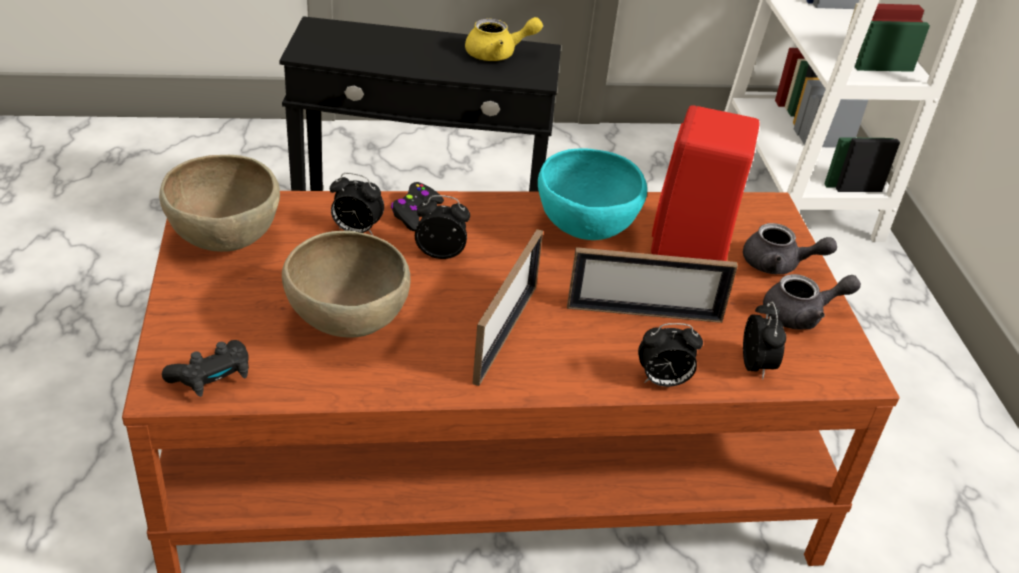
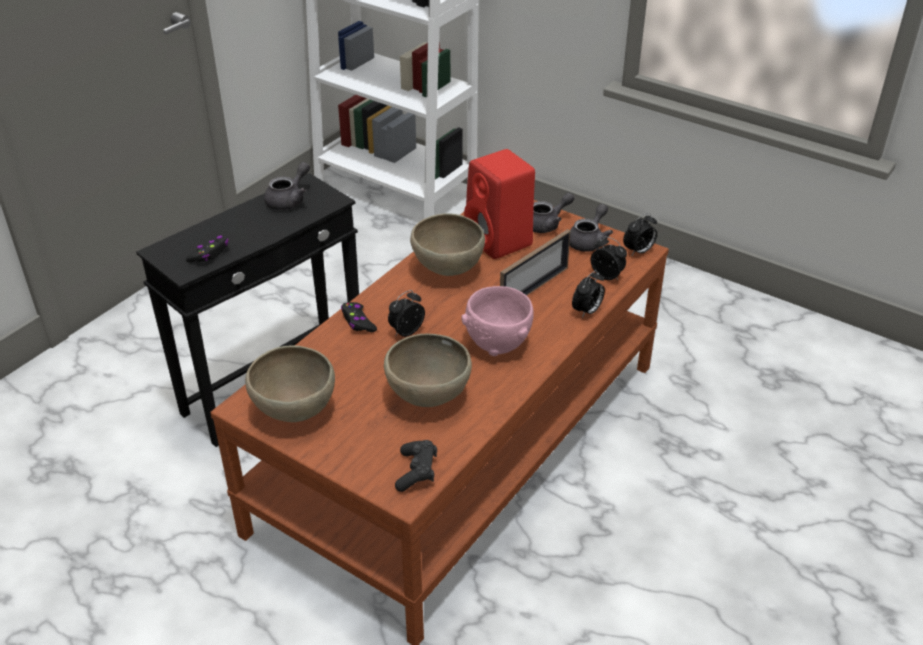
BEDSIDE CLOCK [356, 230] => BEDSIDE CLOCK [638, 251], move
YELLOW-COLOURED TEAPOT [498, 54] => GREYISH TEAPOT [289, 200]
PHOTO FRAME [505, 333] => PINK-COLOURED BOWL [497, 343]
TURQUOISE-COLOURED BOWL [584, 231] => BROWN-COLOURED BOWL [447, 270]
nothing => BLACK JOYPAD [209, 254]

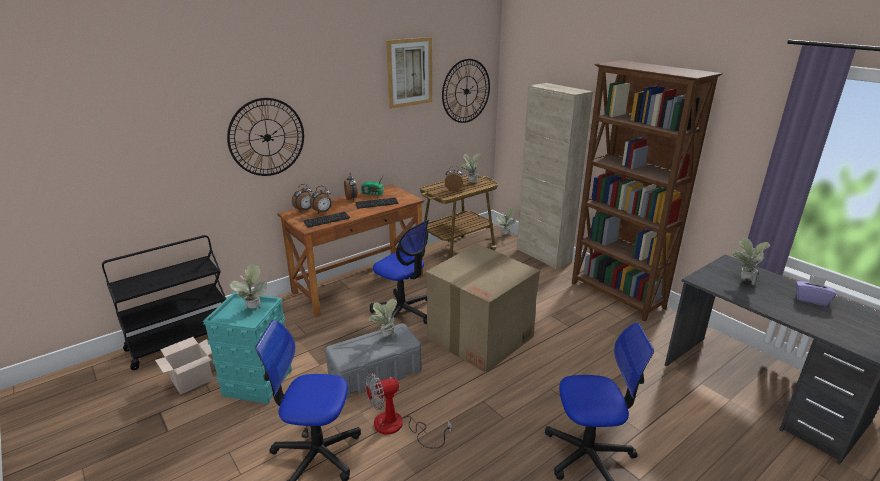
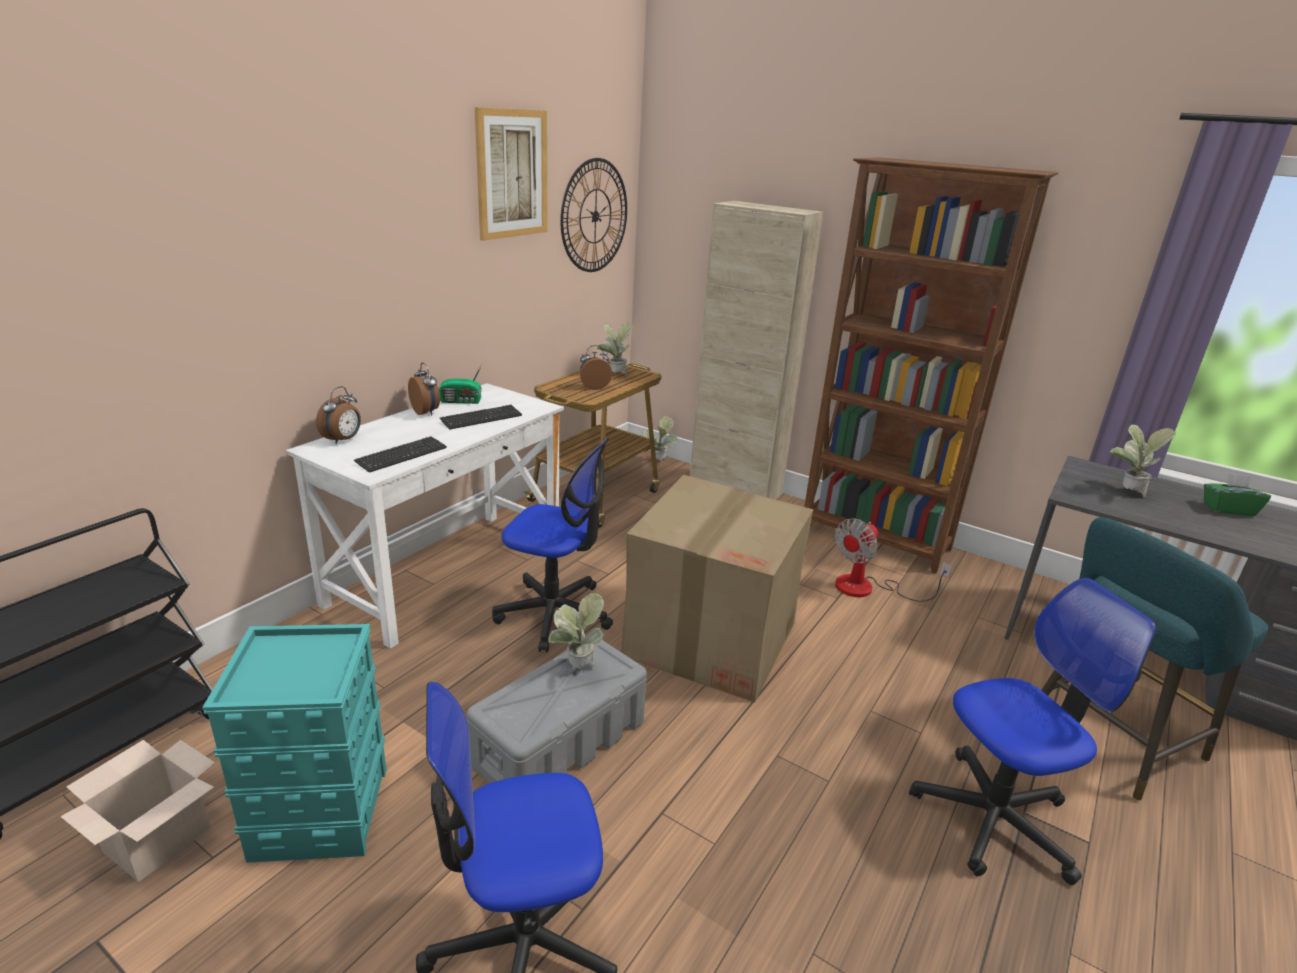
WALL CLOCK [267, 137] => nothing
PLANT IN A POT [253, 310] => nothing
BROWN-COLOURED DESK TABLE [358, 284] => WHITE DESK TABLE [447, 573]
BEDSIDE CLOCK [322, 212] => nothing
COOLING FAN [398, 427] => COOLING FAN [868, 588], move
PURPLE TISSUE HOLDER [810, 299] => GREEN-COLOURED TISSUE HOLDER [1228, 509]
nothing => TURQUOISE-COLOURED STOOL [1107, 741]

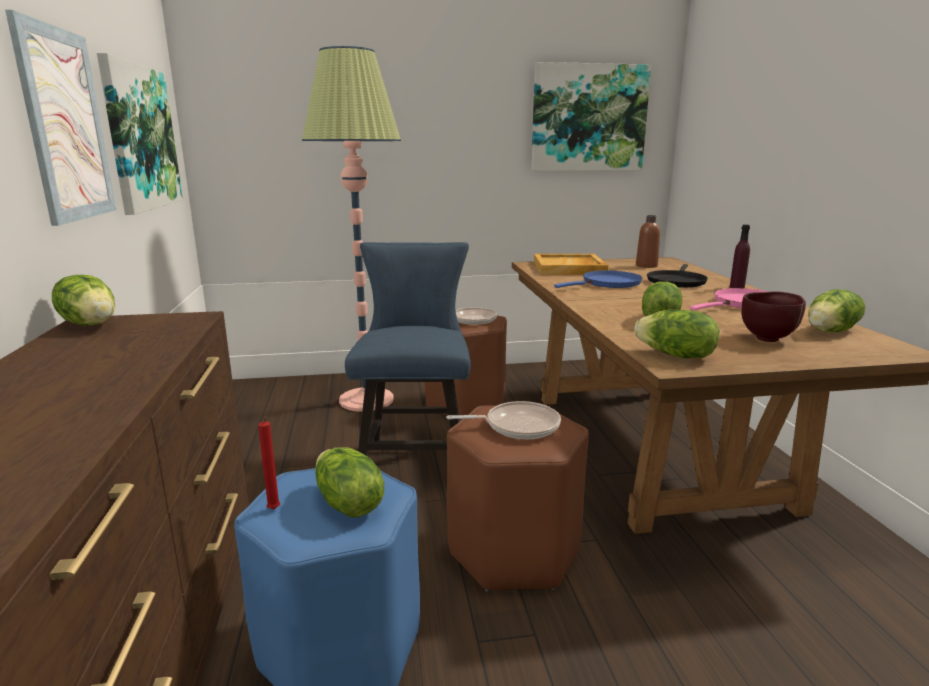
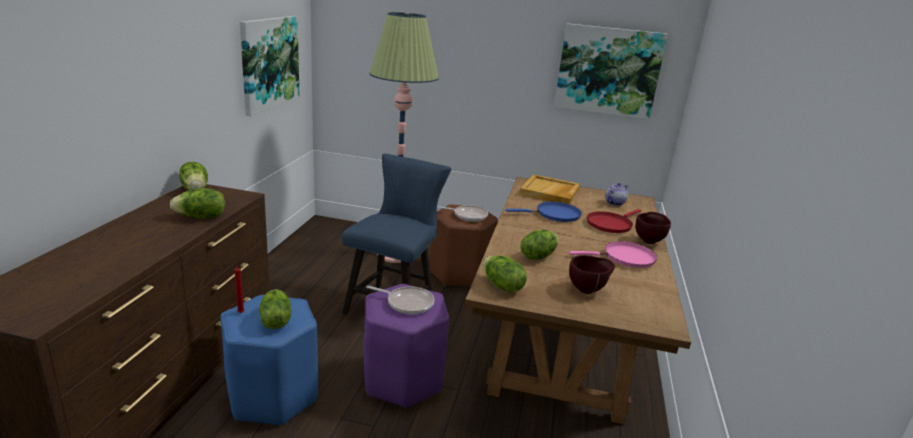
PICTURE [66, 125] => nothing
BROWN-COLOURED STOOL [513, 551] => PURPLE STOOL [402, 379]
BROWN-COLOURED BEVERAGE BOTTLE [646, 266] => TEAPOT [614, 203]
BLACK SKILLET [676, 281] => REDDISH SKILLET [610, 224]
PURPLE BEVERAGE BOTTLE [737, 287] => BROWN-COLOURED BOWL [649, 241]
LETTUCE HEAD [831, 331] => LETTUCE HEAD [201, 217], move

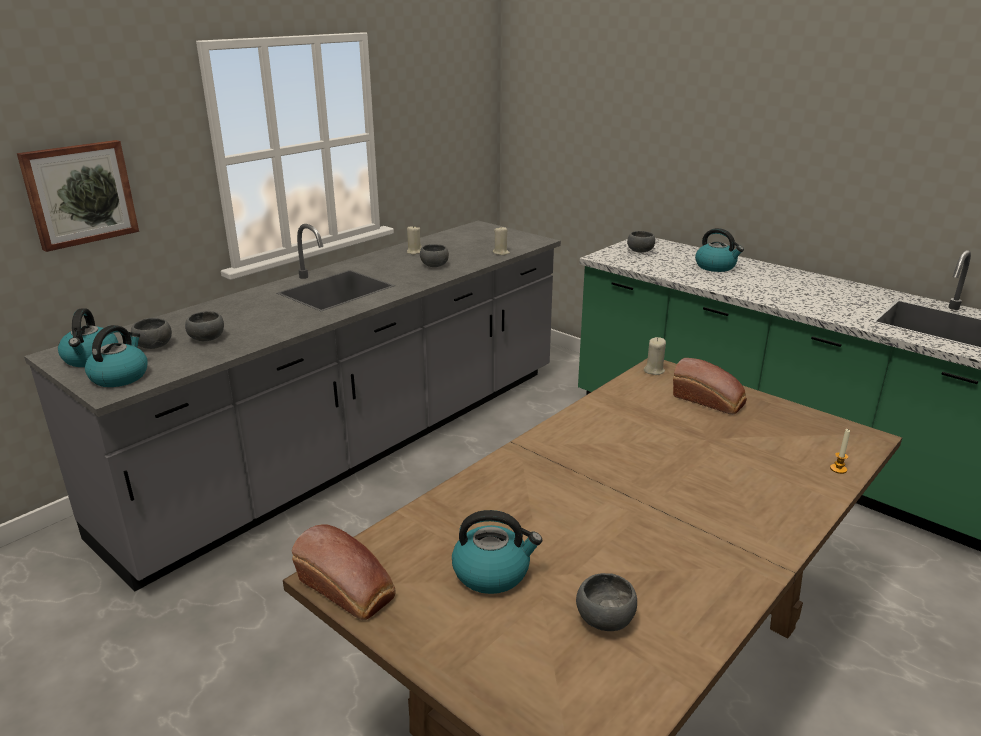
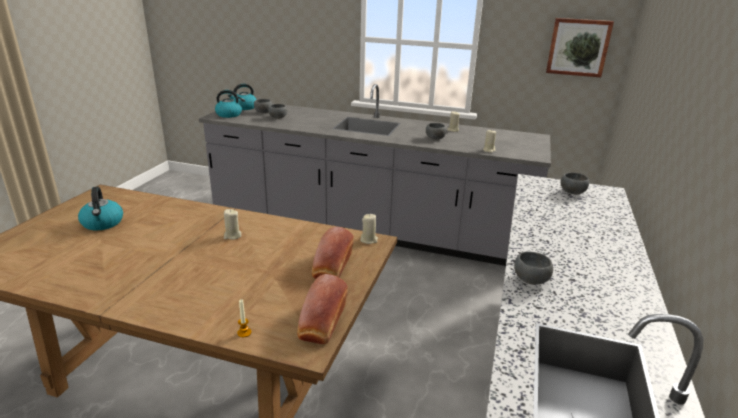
PICTURE [79, 194] => PICTURE [578, 47], move
BAKERY BREAD [348, 590] => BAKERY BREAD [322, 323], move
GREYISH BOWL [606, 621] => GREYISH BOWL [530, 280], move
WATER KETTLE [716, 267] => nothing
nothing => BEIGE-COLOURED WAX CANDLE [232, 236]

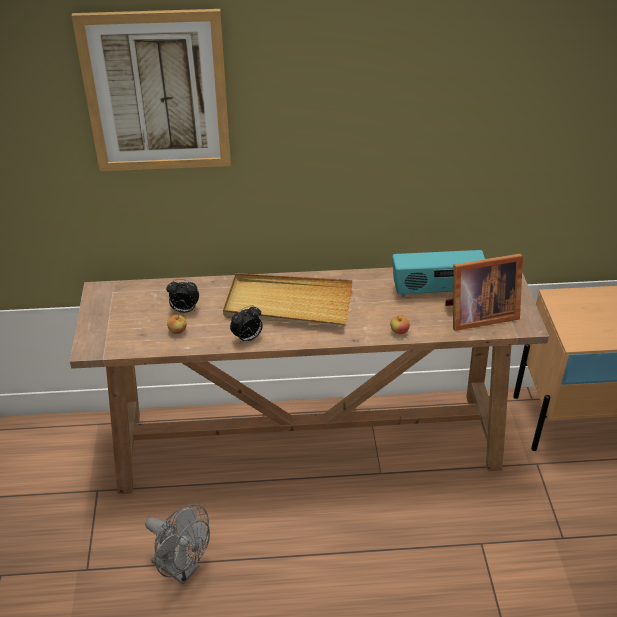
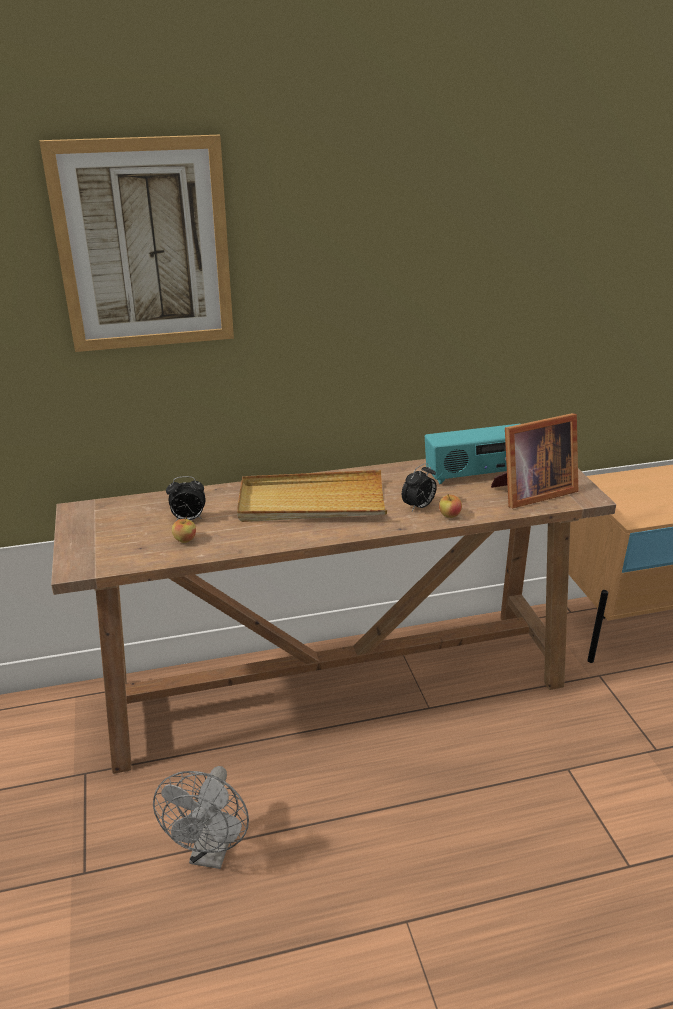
GREYISH COOLING FAN [181, 568] => GREYISH COOLING FAN [211, 852], 75 degrees clockwise
BEDSIDE CLOCK [247, 338] => BEDSIDE CLOCK [418, 507], move

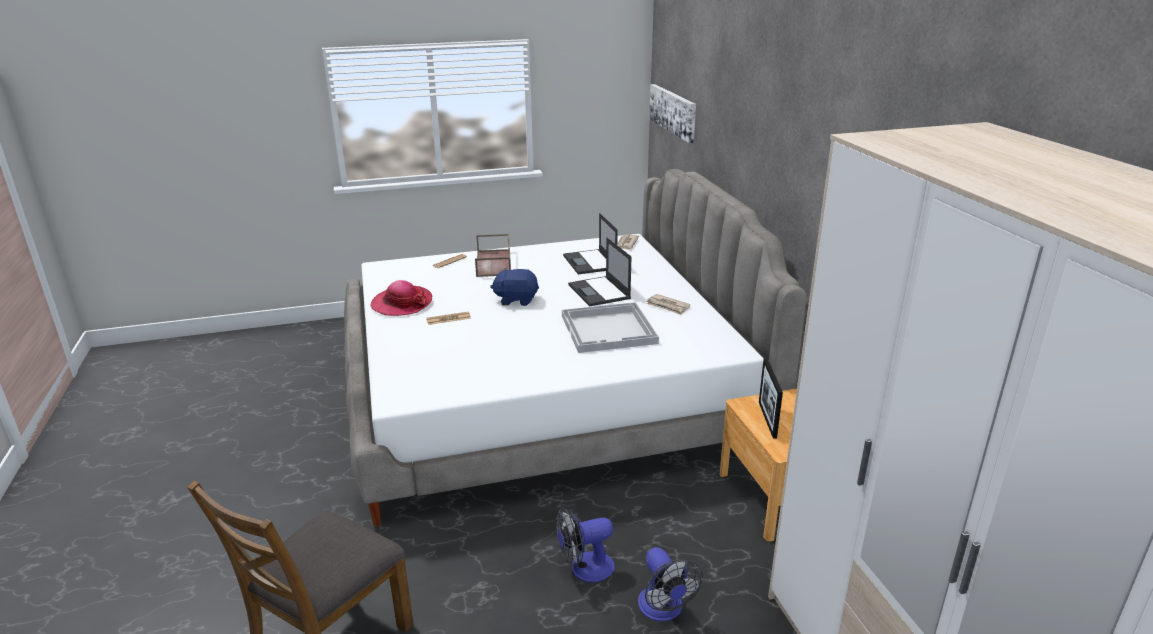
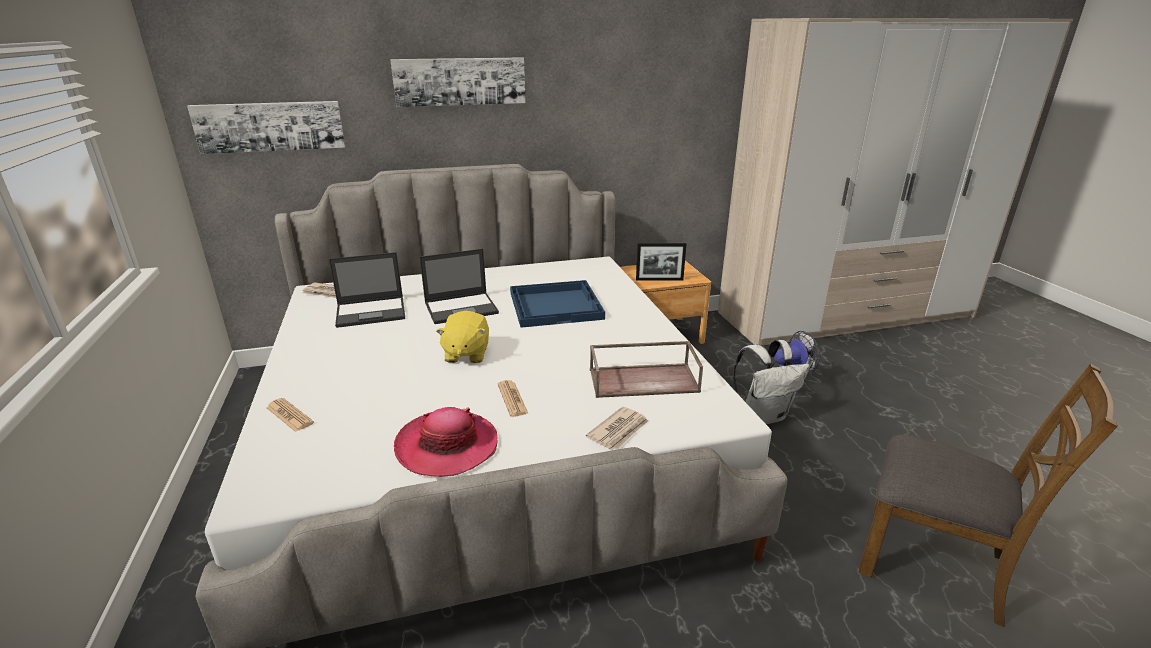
BROWN-COLOURED CARRYING TRAY [494, 263] => BROWN-COLOURED CARRYING TRAY [644, 380], move
BLUISH CUDDLY TOY [516, 300] => YELLOW-COLOURED CUDDLY TOY [466, 354]
COOLING FAN [584, 569] => WHITE BACKPACK [763, 415]
WHITE CARRYING TRAY [609, 330] => BLUISH CARRYING TRAY [556, 305]
NEWSPAPER [667, 306] => NEWSPAPER [619, 431], move
nothing => PICTURE [460, 81]

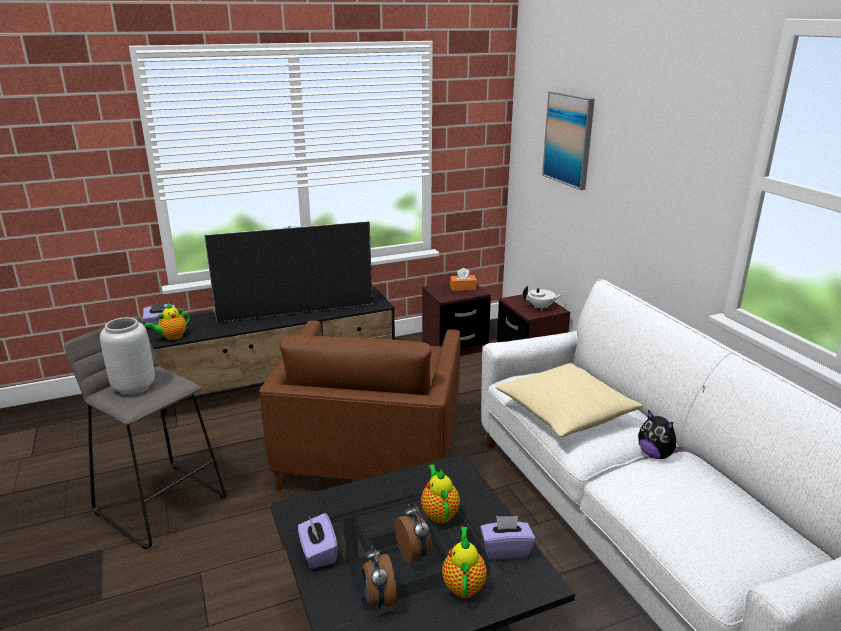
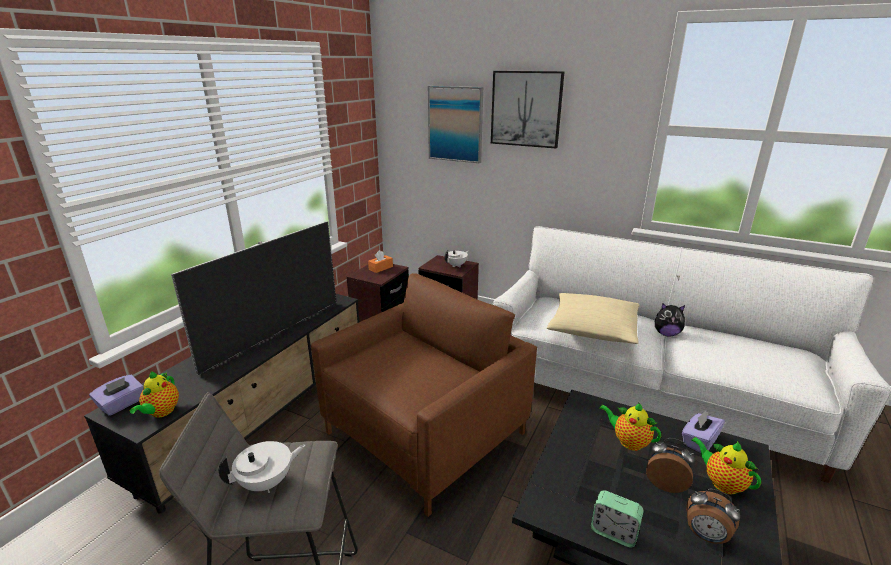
GREYISH DECORATIVE VASE [134, 388] => WHITE TEAPOT [267, 482]
BROWN-COLOURED ARMCHAIR [370, 451] => BROWN-COLOURED ARMCHAIR [426, 433], 105 degrees counterclockwise
PURPLE TISSUE HOLDER [318, 553] => BEDSIDE CLOCK [613, 532]
nothing => PICTURE [526, 109]

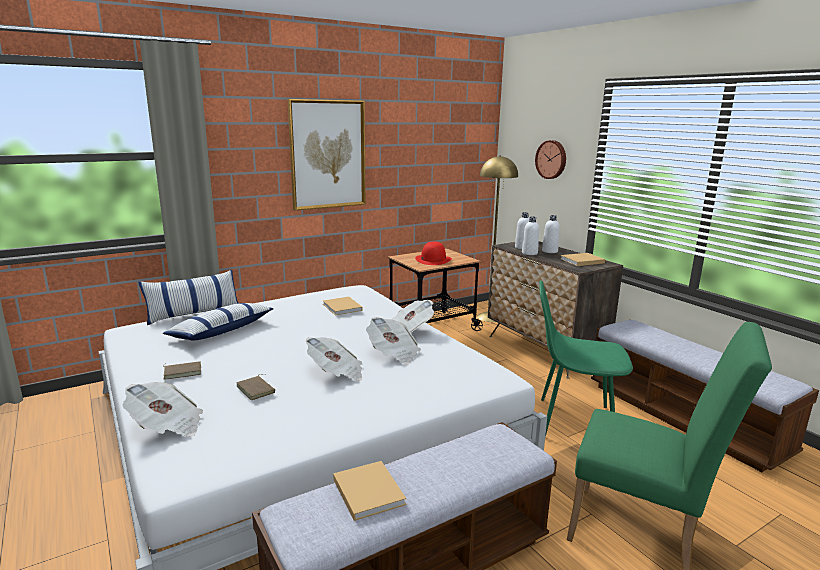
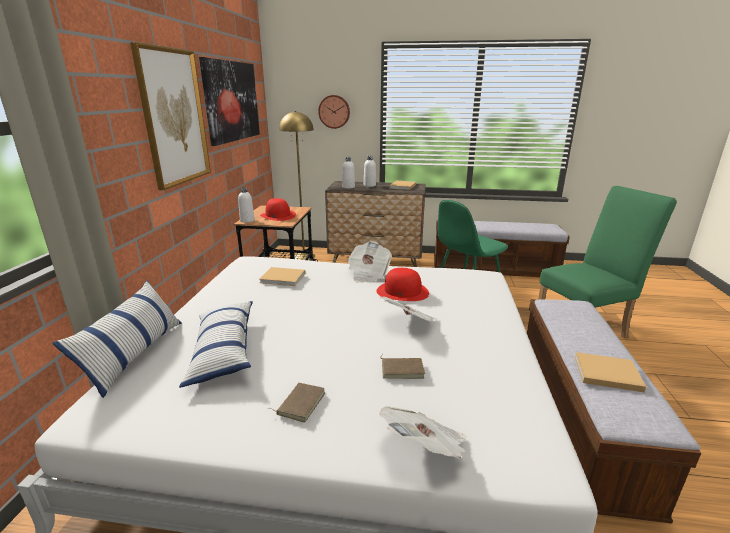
NEWSPAPER [393, 353] => REDDISH CLOTHING HAT [402, 291]
WHITE BEVERAGE BOTTLE [529, 253] => WHITE BEVERAGE BOTTLE [247, 220], move
nothing => PICTURE [231, 101]

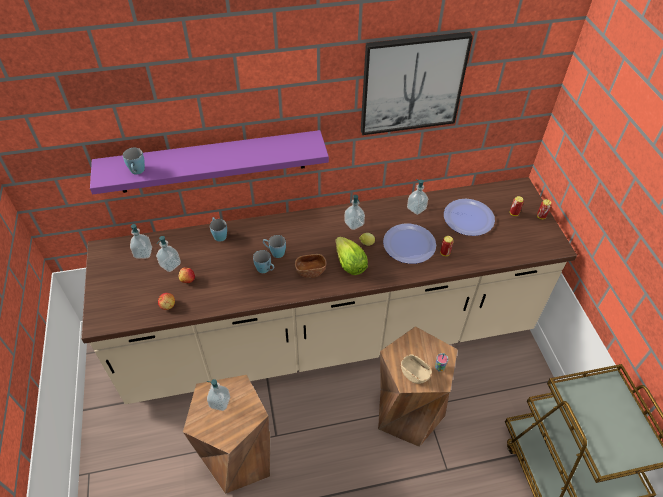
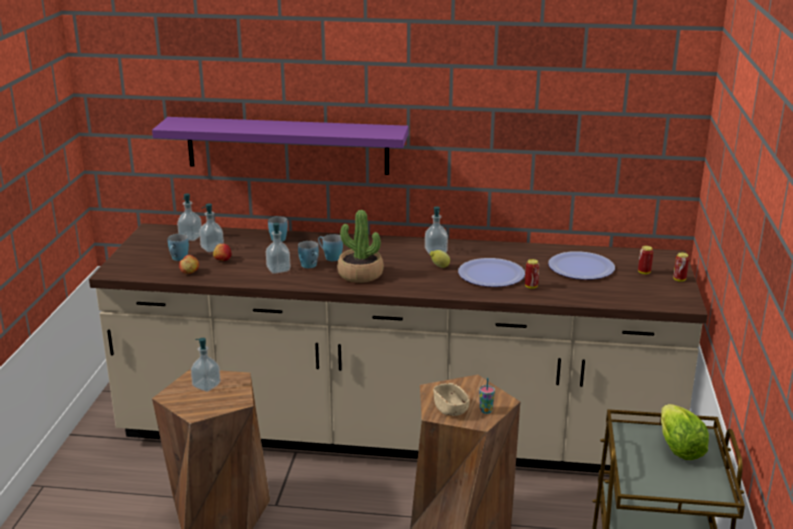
BLUISH MUG [137, 172] => BLUISH MUG [178, 259], move
BROWN-COLOURED BOWL [310, 271] => PLANT IN A POT [360, 274]
LETTUCE HEAD [350, 264] => LETTUCE HEAD [679, 448], move
PICTURE [412, 83] => nothing
LIQUID SOAP BOTTLE [416, 208] => LIQUID SOAP BOTTLE [278, 269], move

